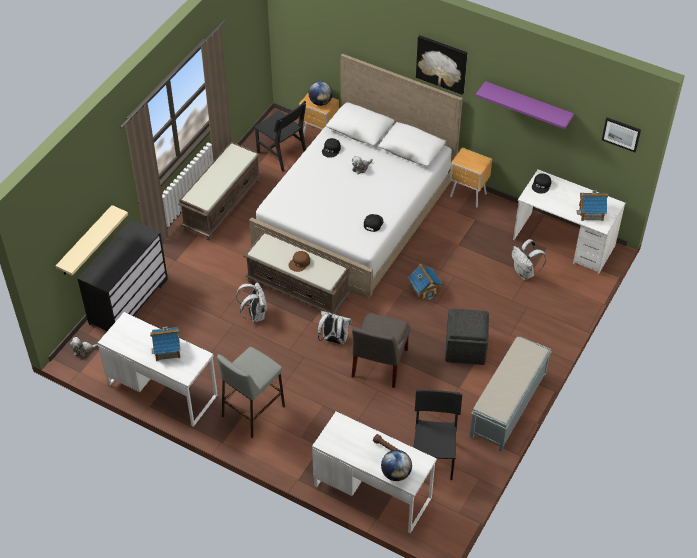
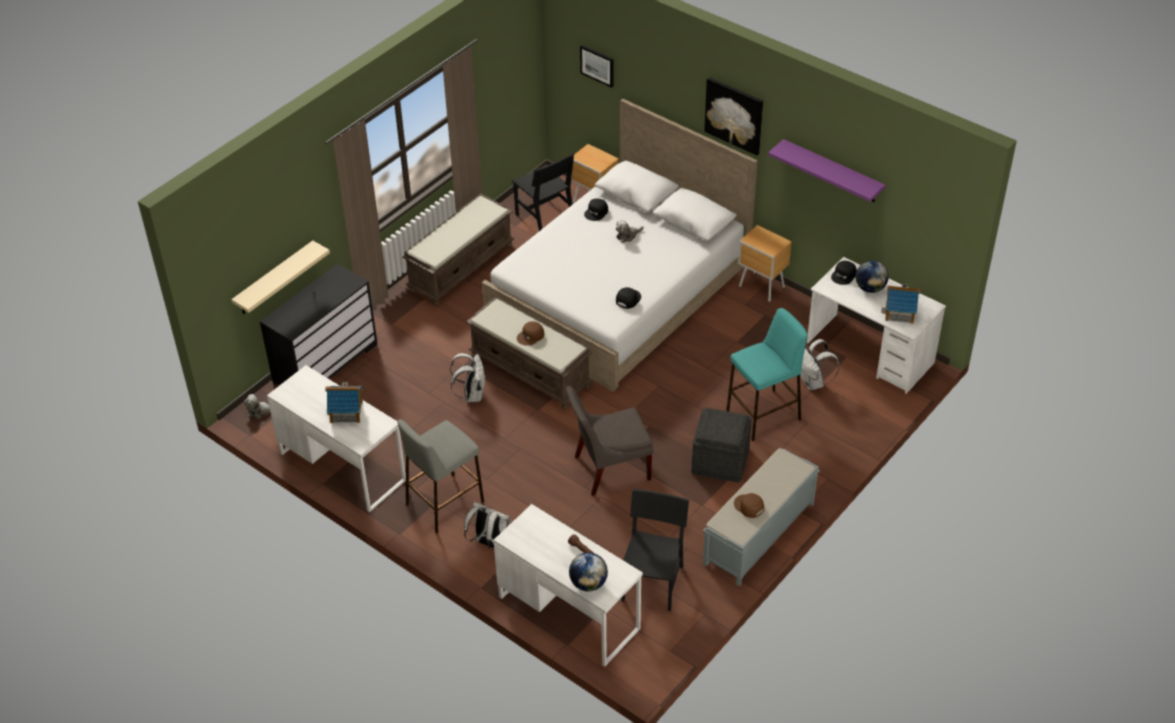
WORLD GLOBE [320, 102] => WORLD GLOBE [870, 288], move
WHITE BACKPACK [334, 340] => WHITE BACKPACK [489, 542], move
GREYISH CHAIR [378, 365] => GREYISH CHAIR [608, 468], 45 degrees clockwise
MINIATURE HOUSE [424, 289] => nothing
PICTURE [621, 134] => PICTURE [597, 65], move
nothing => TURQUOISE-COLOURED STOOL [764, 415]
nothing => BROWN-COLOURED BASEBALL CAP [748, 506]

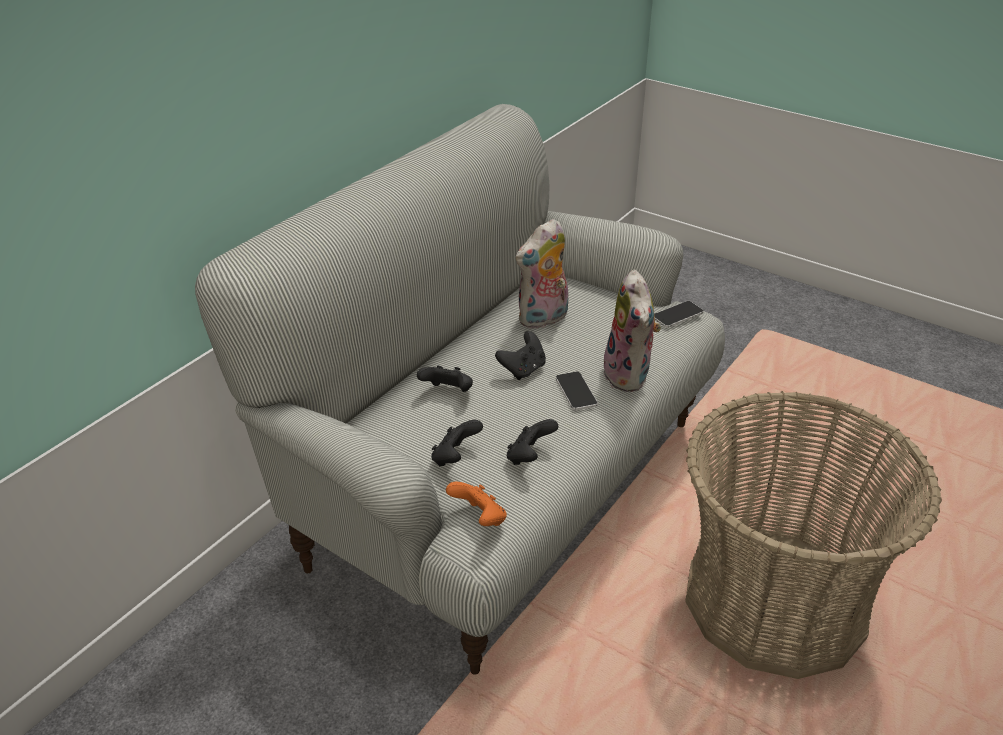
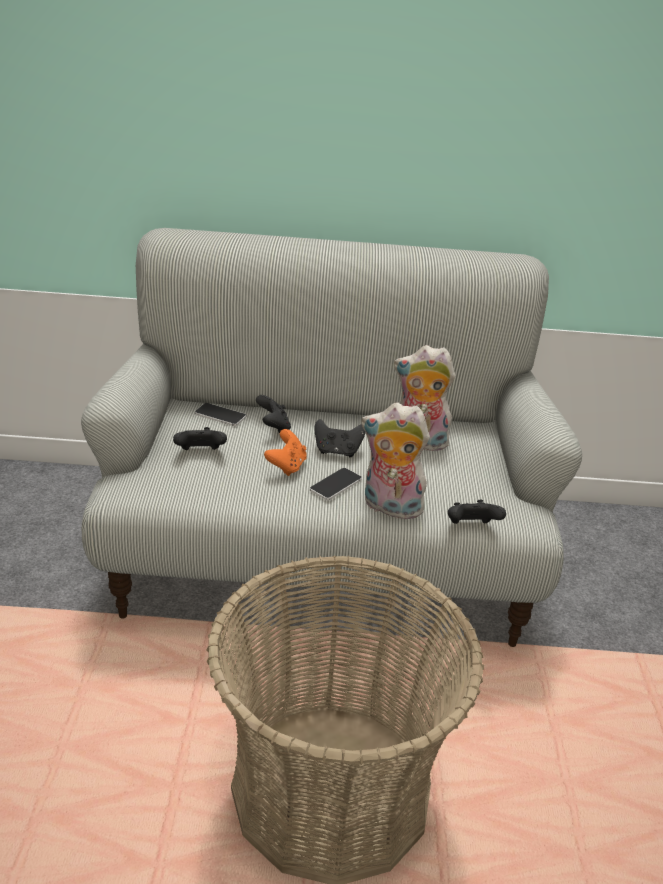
ORANGEY JOYPAD [479, 519] => ORANGEY JOYPAD [286, 466], move
BLACK JOYPAD [529, 457] => BLACK JOYPAD [471, 527], move
CUDDLY TOY [630, 376] => CUDDLY TOY [389, 508], 60 degrees clockwise
TELEPHONE [677, 315] => TELEPHONE [220, 415], move

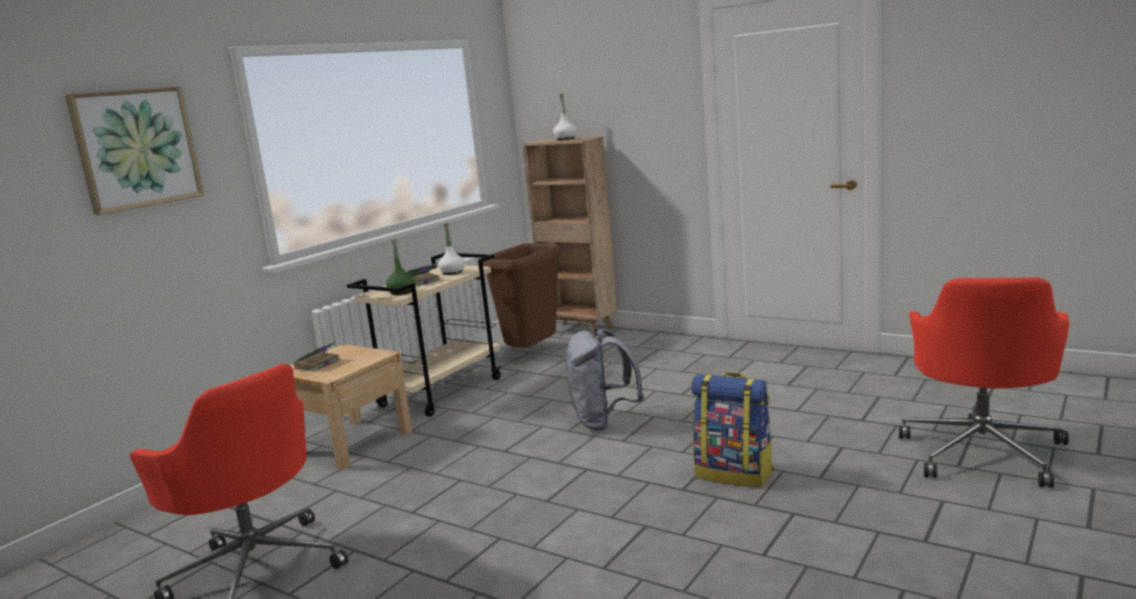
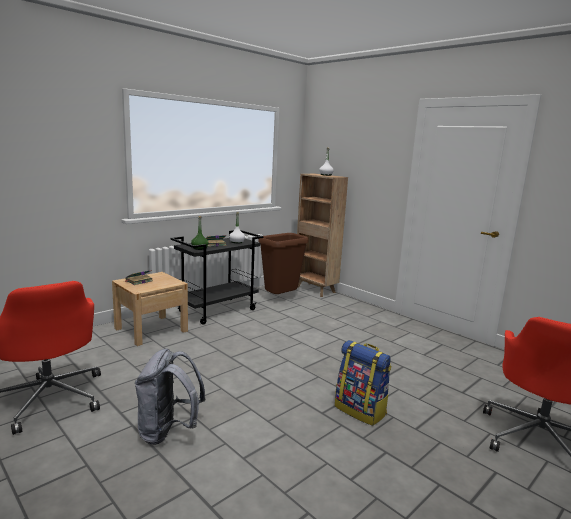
PICTURE [136, 148] => nothing
BEIGE-COLOURED WHEELED CART [441, 392] => BLACK WHEELED CART [218, 310]
GREYISH BACKPACK [603, 421] => GREYISH BACKPACK [168, 432], move

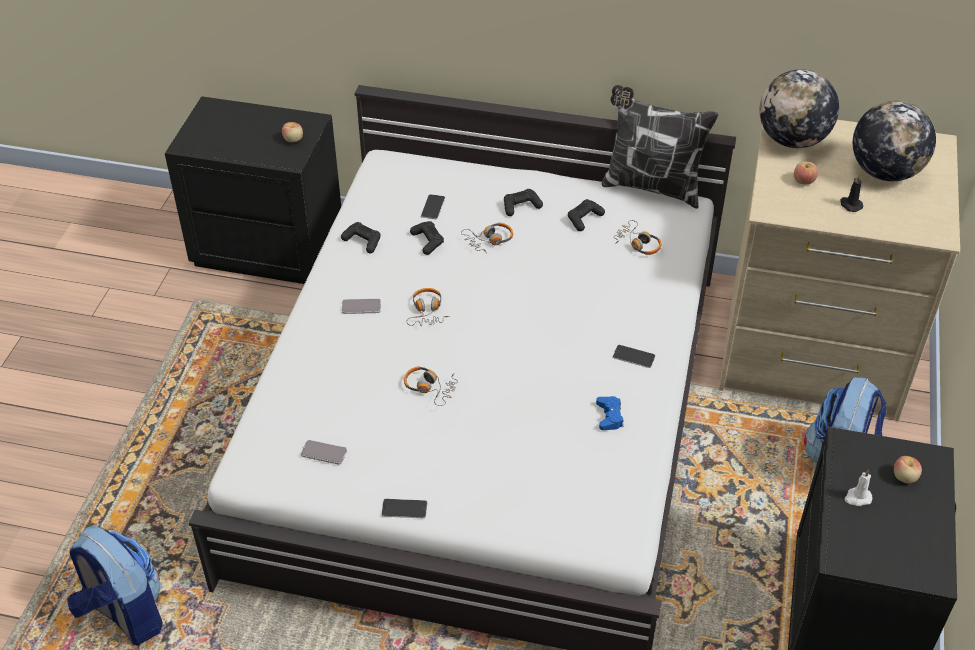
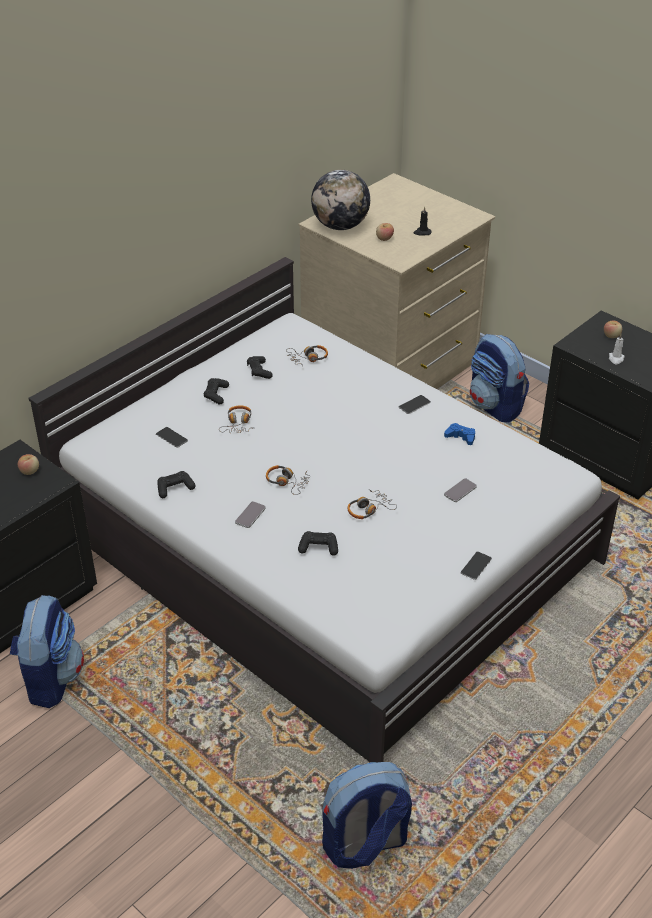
TELEPHONE [324, 453] => TELEPHONE [460, 491], move
BLACK JOYPAD [427, 241] => BLACK JOYPAD [318, 547], move
CUSHION [651, 186] => nothing
WORLD GLOBE [884, 172] => nothing
nothing => BACKPACK [50, 678]

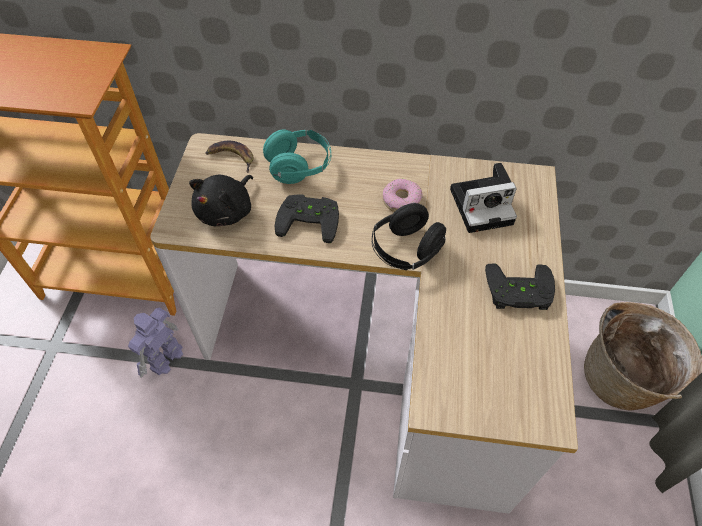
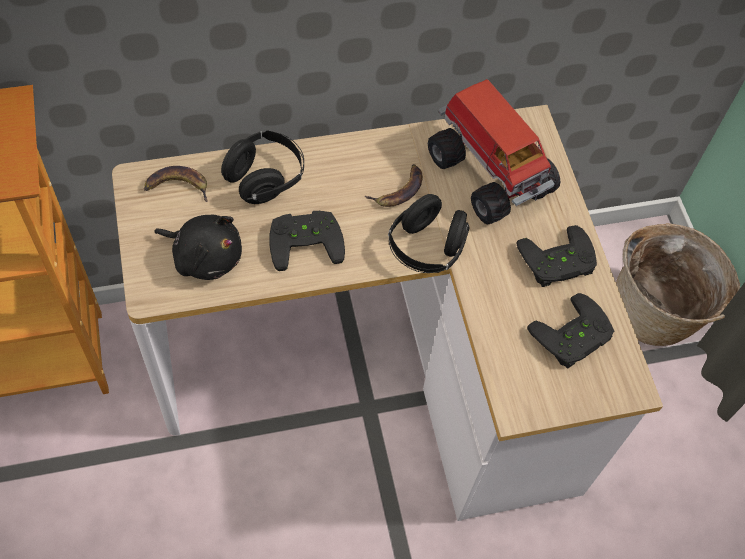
ROBOT FIGURE [165, 359] => nothing
BLACK CUDDLY TOY [227, 211] => BLACK CUDDLY TOY [205, 256], 75 degrees counterclockwise
TURQUOISE-COLOURED HEADSET [299, 167] => BLACK HEADSET [265, 178]
DONUT [402, 201] => WHOLE BANANA [399, 190]
STILL CAMERA [483, 205] => TOY LORRY [488, 172]
nothing => BLACK JOYPAD [574, 338]

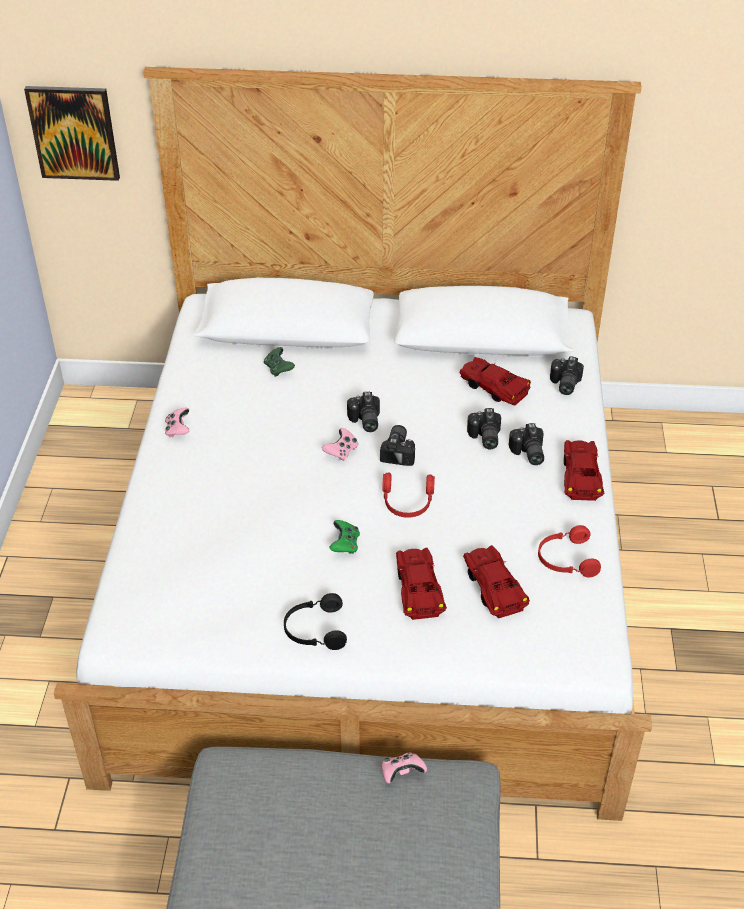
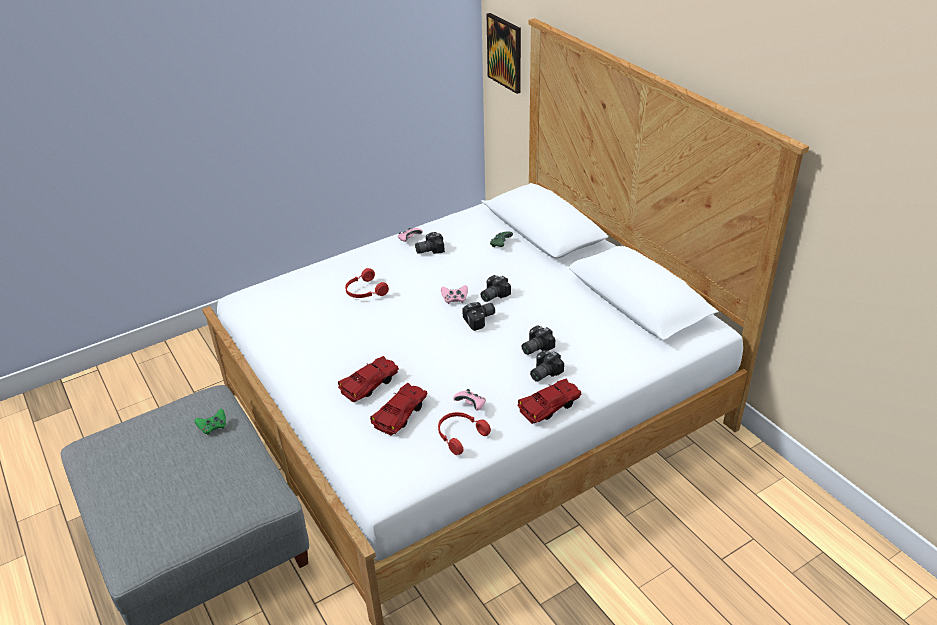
BLACK HEADSET [314, 630] => nothing
GREEN-COLOURED JOYPAD [345, 545] => GREEN-COLOURED JOYPAD [213, 427], move
REDDISH HEADSET [407, 503] => REDDISH HEADSET [365, 291], move
PINK-COLOURED JOYPAD [402, 773] => PINK-COLOURED JOYPAD [471, 405], move
REDDISH MODEL CAR [493, 387] => nothing
STILL CAMERA [563, 384] => STILL CAMERA [429, 249], move

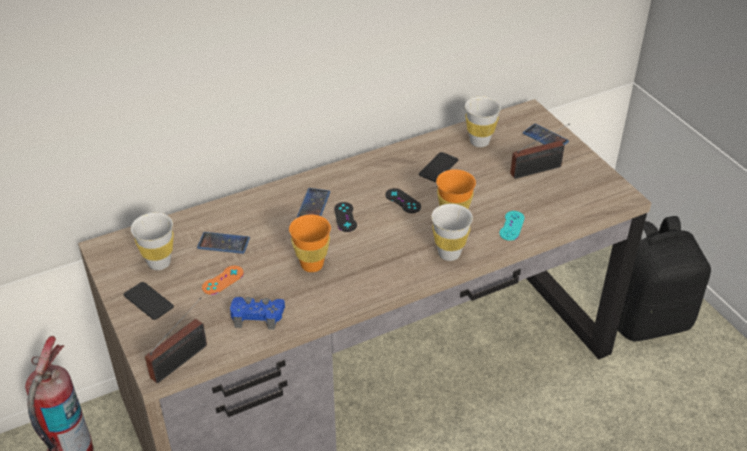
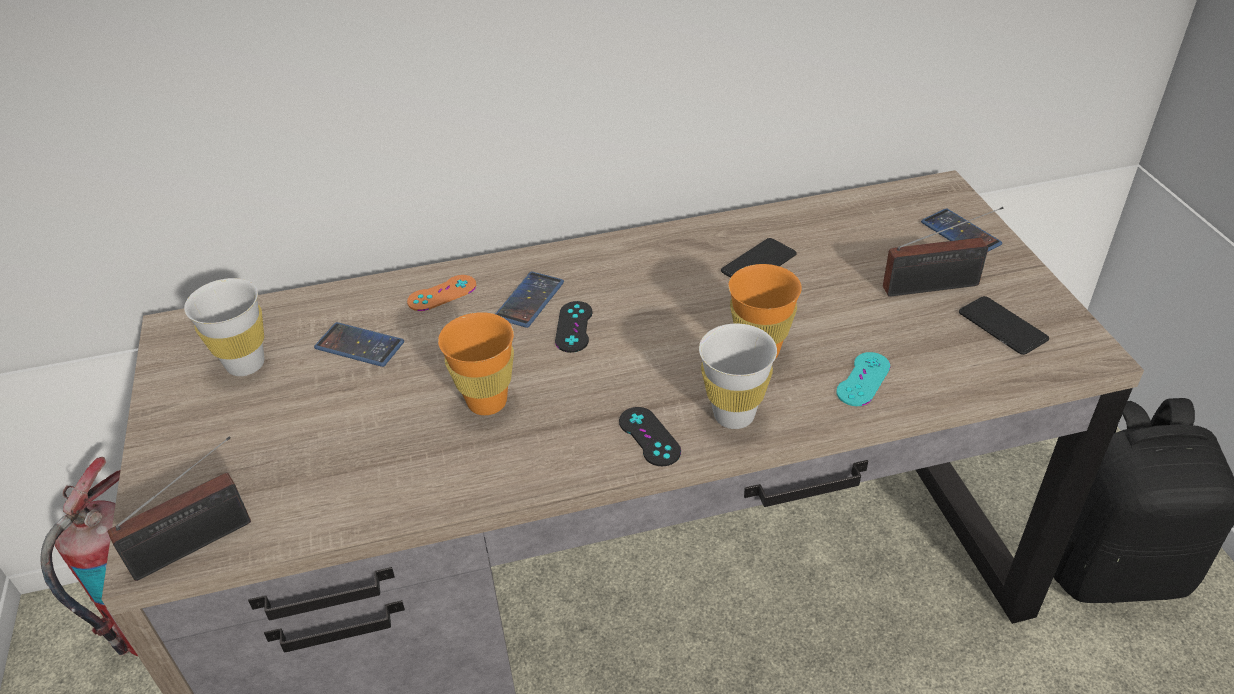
TELEPHONE [148, 301] => TELEPHONE [1002, 326], move
ORANGEY JOYPAD [223, 280] => ORANGEY JOYPAD [442, 293], move
BLUISH JOYPAD [257, 316] => nothing
BLACK JOYPAD [403, 201] => BLACK JOYPAD [649, 436], move
WHITE DRINKING CUP [479, 142] => nothing

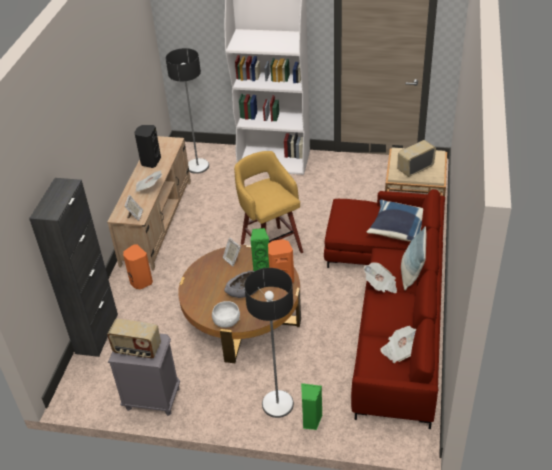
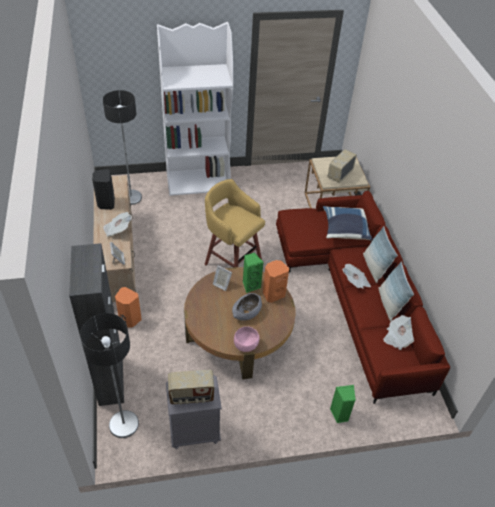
WHITE BOWL [226, 322] => PINK-COLOURED BOWL [245, 345]
STANDARD LAMP [277, 404] => STANDARD LAMP [124, 424], move
nothing => CUSHION [389, 304]

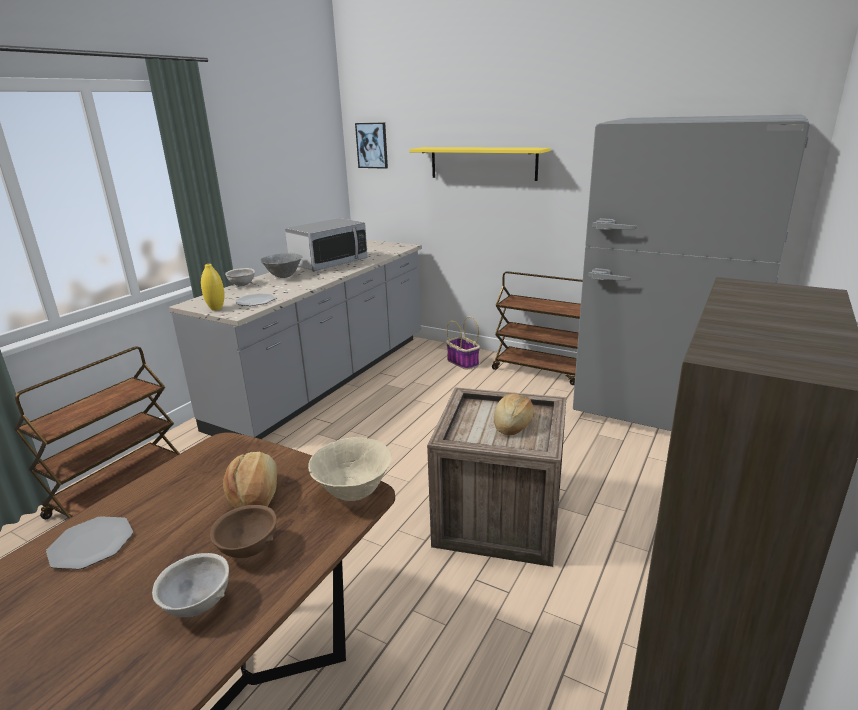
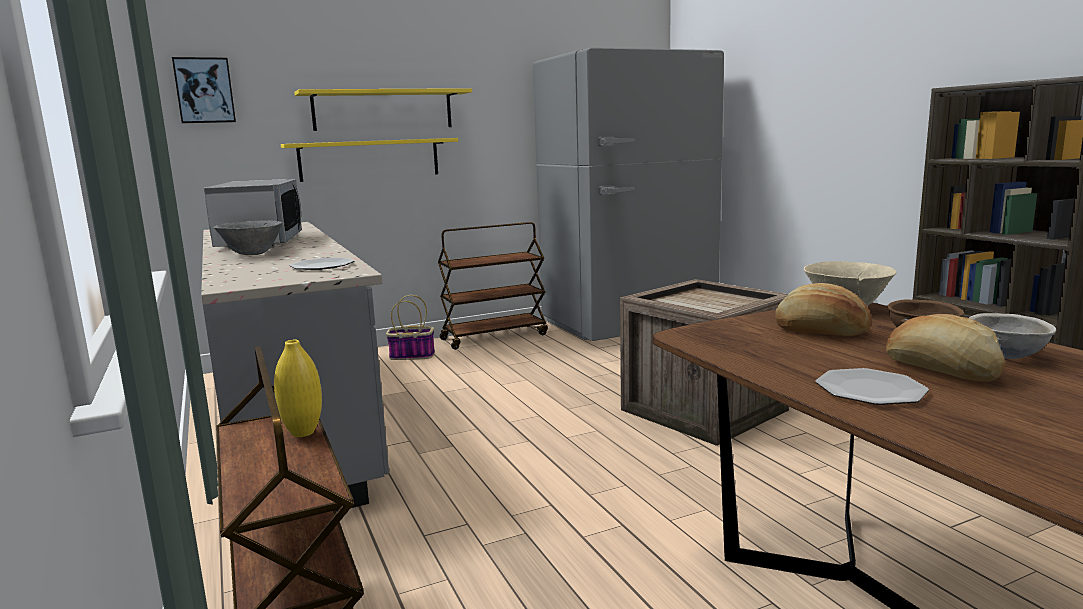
YELLOW-COLOURED DECORATIVE VASE [216, 309] => YELLOW-COLOURED DECORATIVE VASE [303, 433], move
GREYISH BOWL [242, 285] => nothing
BAKERY BREAD [512, 424] => BAKERY BREAD [941, 371], move
nothing => YELLOW-COLOURED SHELF [370, 159]

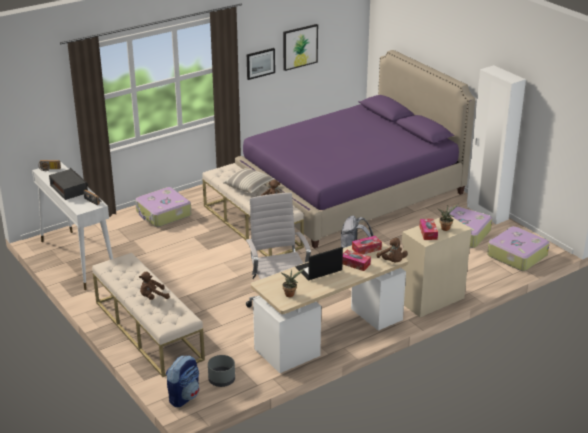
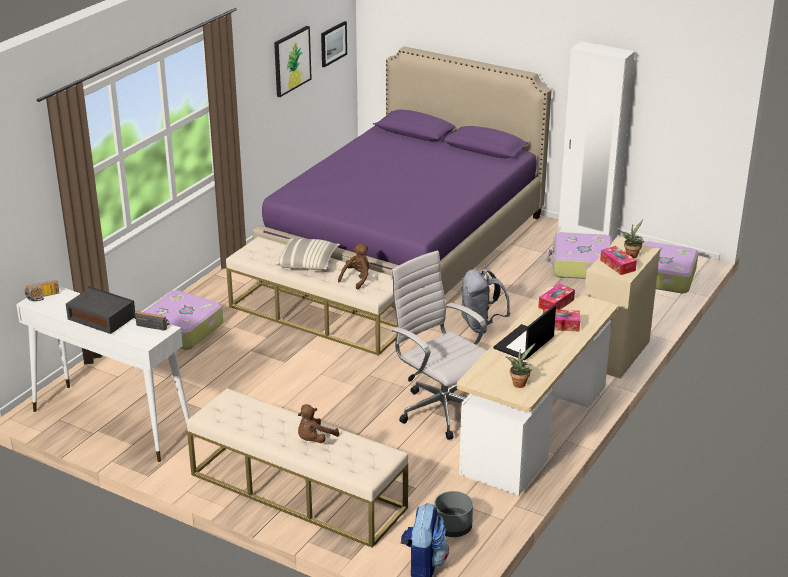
PICTURE [260, 63] => PICTURE [333, 43], move
BROWN-COLOURED CUDDLY TOY [392, 262] => nothing

